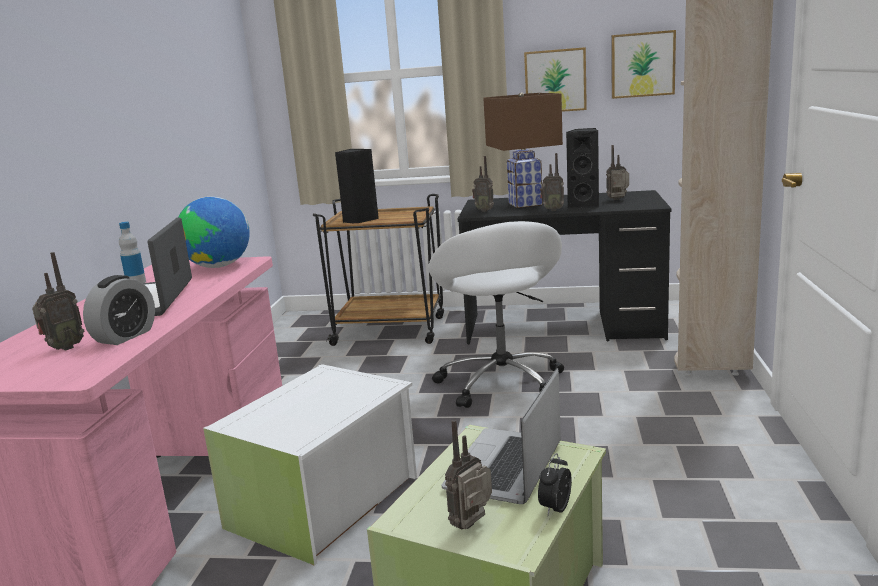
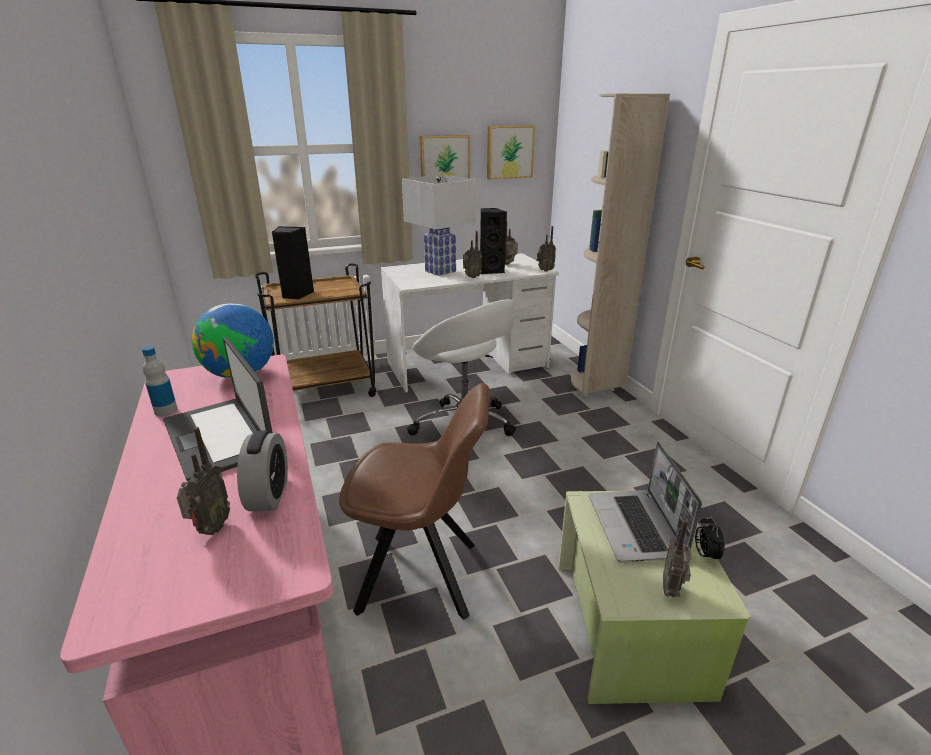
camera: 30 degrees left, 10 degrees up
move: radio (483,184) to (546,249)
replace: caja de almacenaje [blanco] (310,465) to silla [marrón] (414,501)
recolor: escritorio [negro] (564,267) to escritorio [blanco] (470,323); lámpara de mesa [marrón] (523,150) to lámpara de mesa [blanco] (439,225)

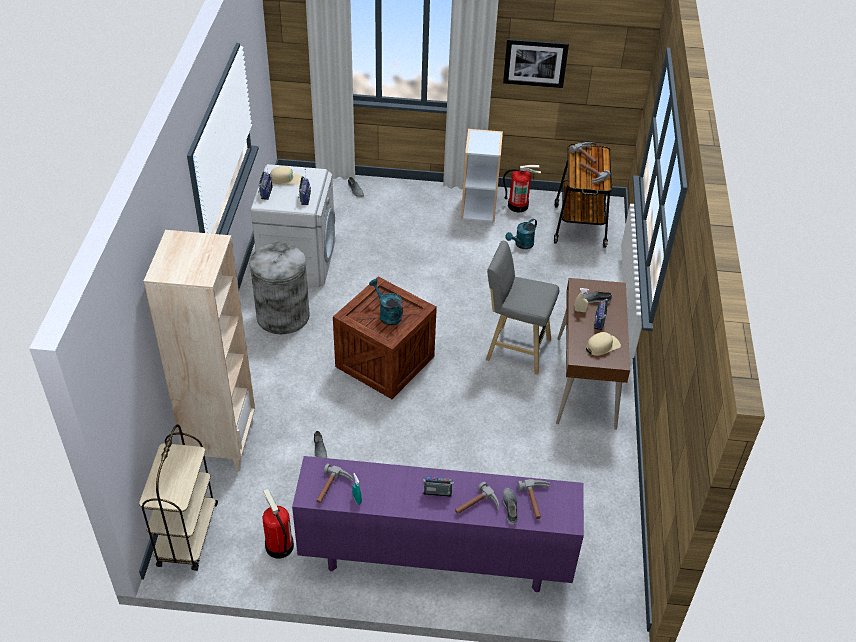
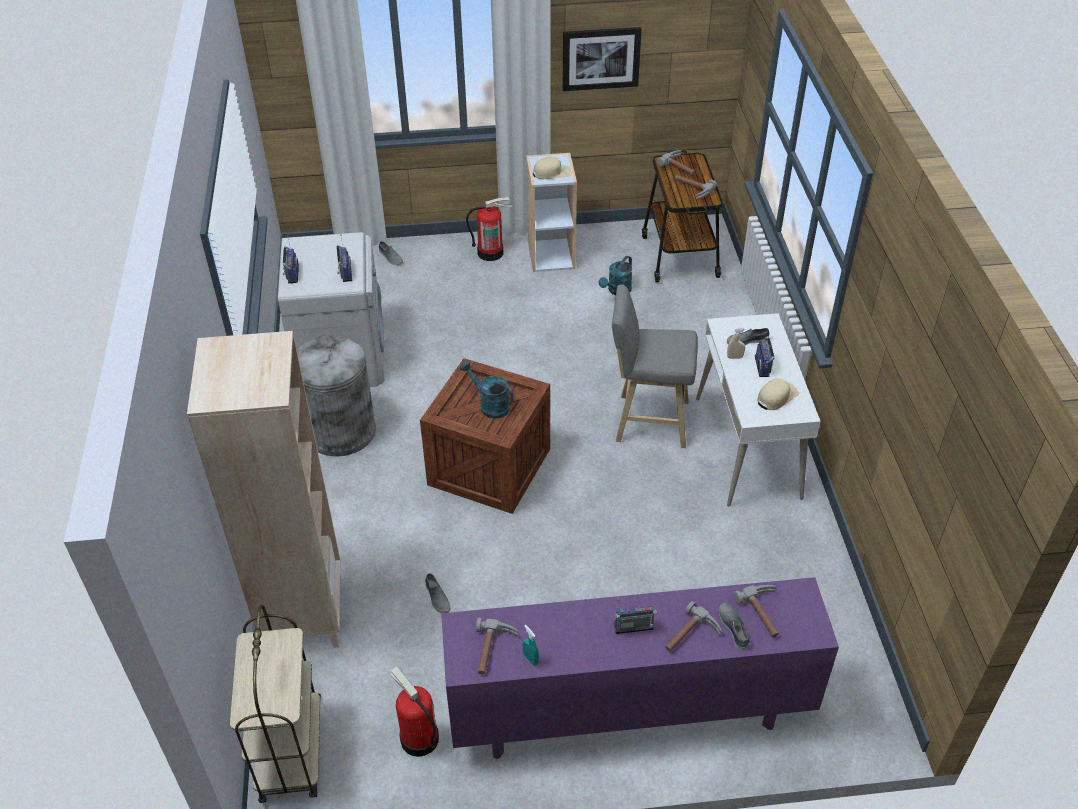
camera: 10 degrees left, 0 degrees up
move: gorra [beis] (286,175) to (552,168); extintor (522,188) to (489,229)
recolor: escritorio [marrón] (593,354) to escritorio [blanco] (758,410)

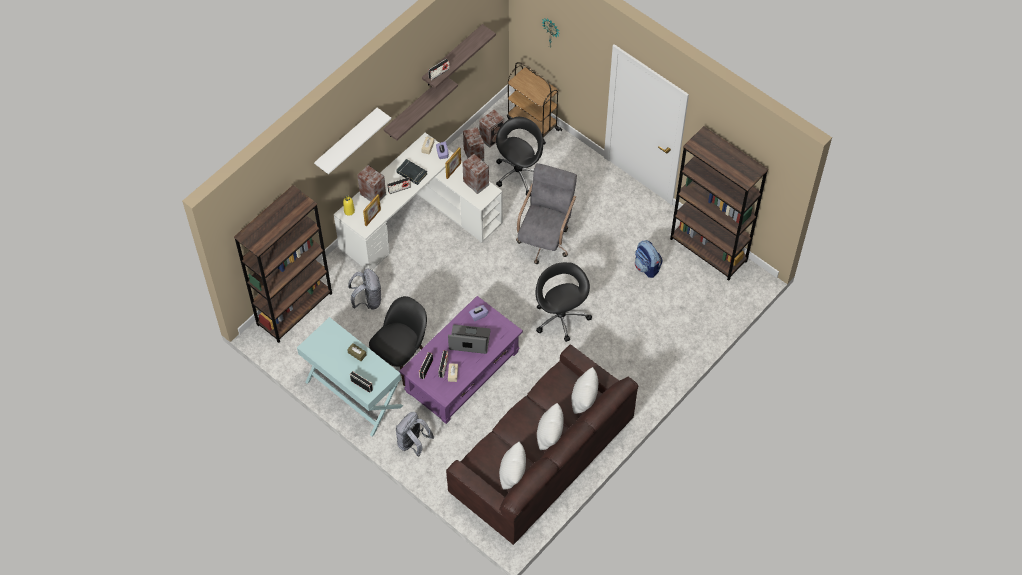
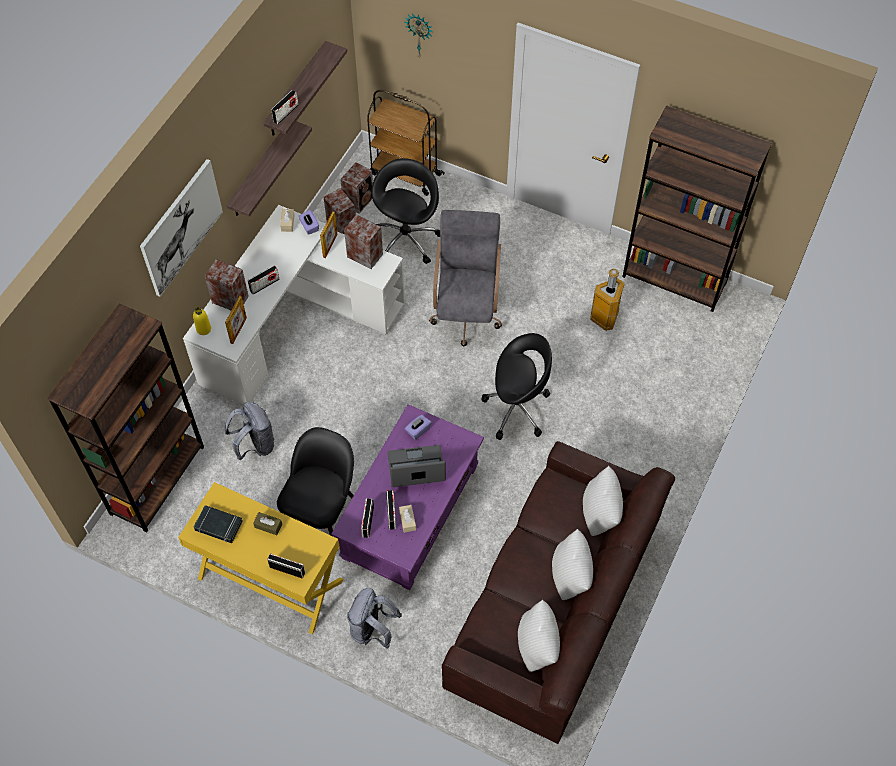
camera: 15 degrees left, 0 degrees up
move: libro [negro] (411,172) to (218,524)
replace: estante [blanco] (352,141) to cuadro (181,228); mochila (649,259) to papelera (607,300)
recolor: escritorio [turquesa] (350,376) to escritorio [amarillo] (261,558)
rotate: silla de oficina [negro] (563,302) = (516,386) 135 degrees clockwise

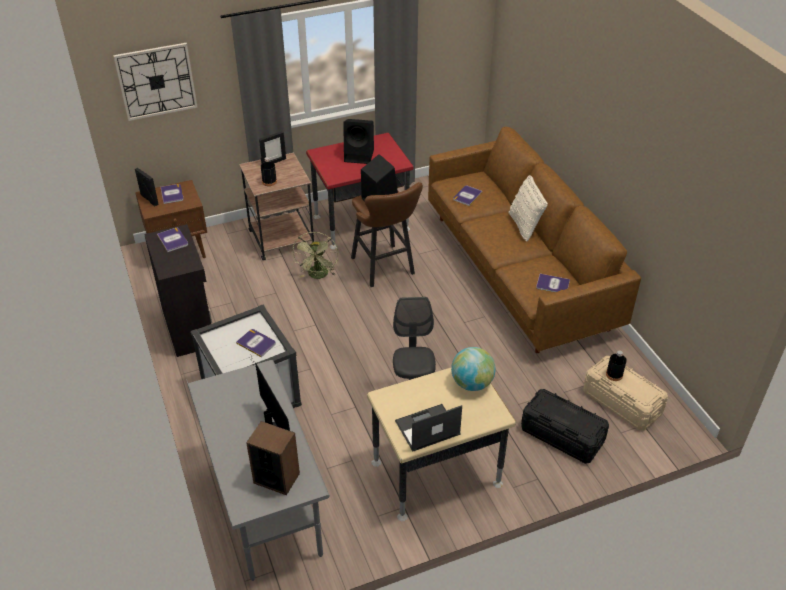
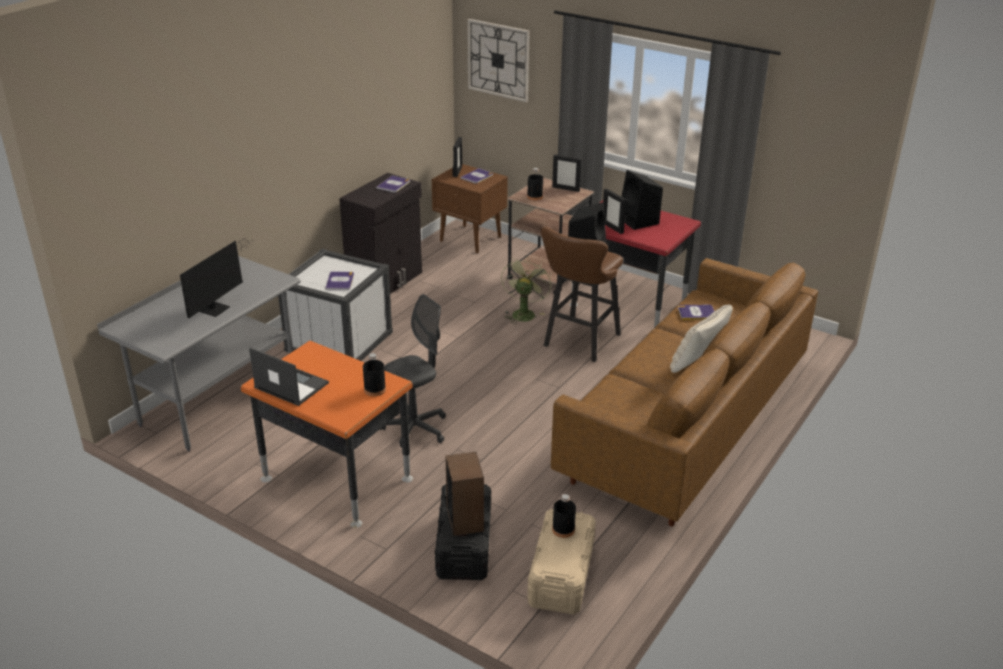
camera: 55 degrees right, 10 degrees down
delete: libro (553,283)
insert: portarretratos (615,211)
move: altavoz (273,458) to (464,494)
replace: globo terráqueo (473,369) to botella [negro] (374,374)
recolor: escritorio [beis] (441,444) to escritorio [naranja] (327,434)
rotate: ventilador [verde] (316,255) = (526,290) 135 degrees clockwise

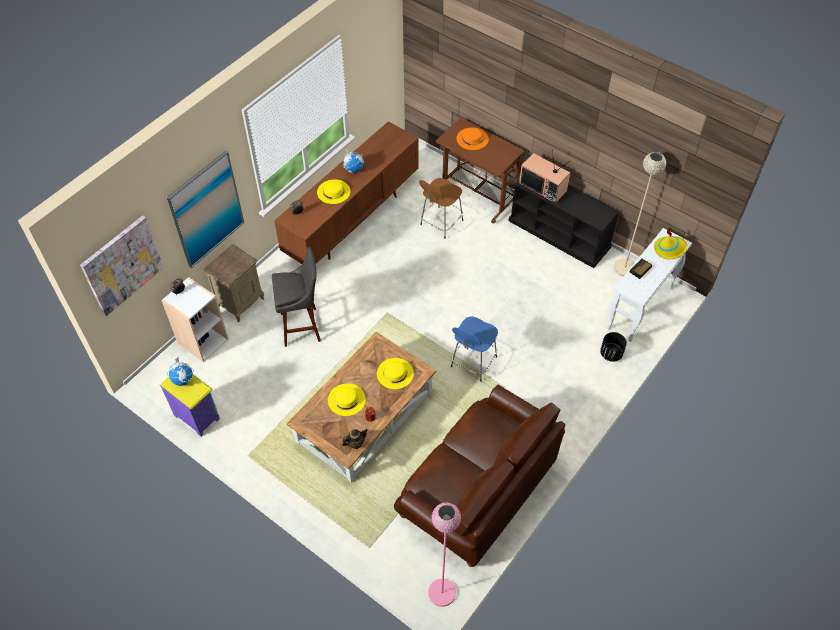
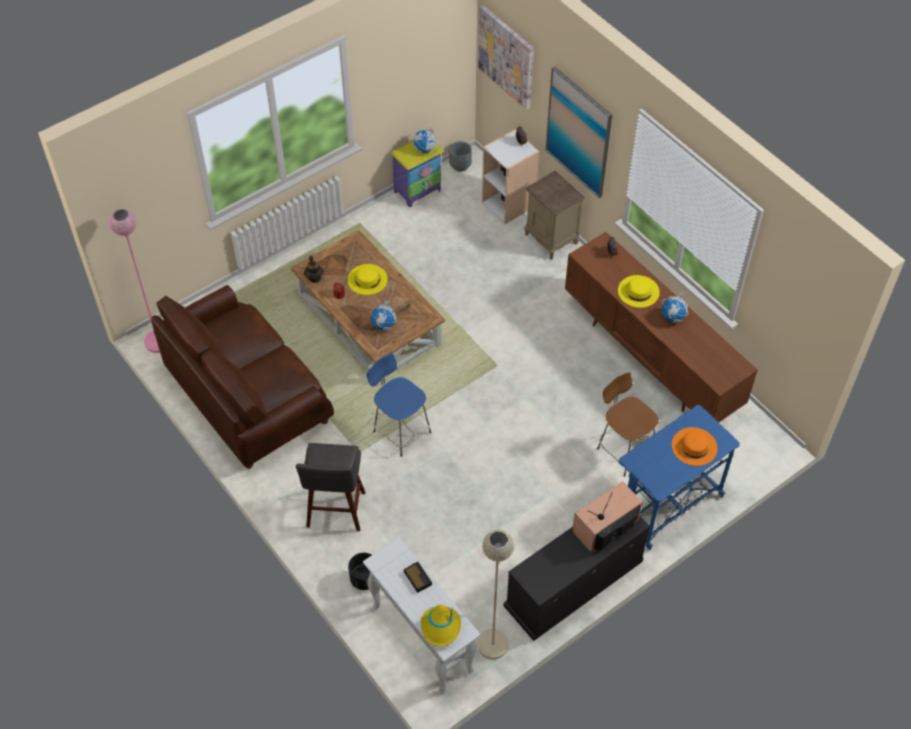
camera: 105 degrees right, 0 degrees up
insert: maceta [gris] (460,156)
move: taburete [gris] (296,297) to (330,487)
replace: sombrero [amarillo] (395,373) to globo terráqueo (384,315)
recolor: escritorio [marrón] (480,170) to escritorio [azul] (679,477)

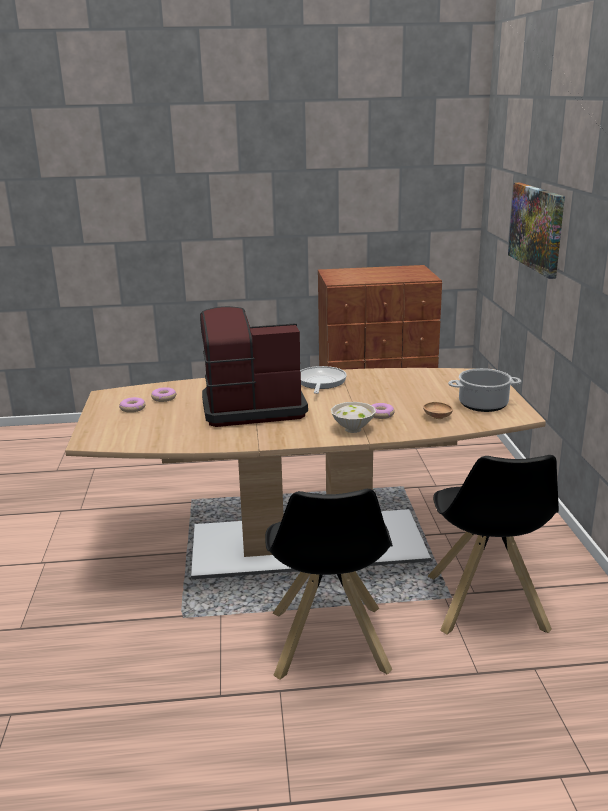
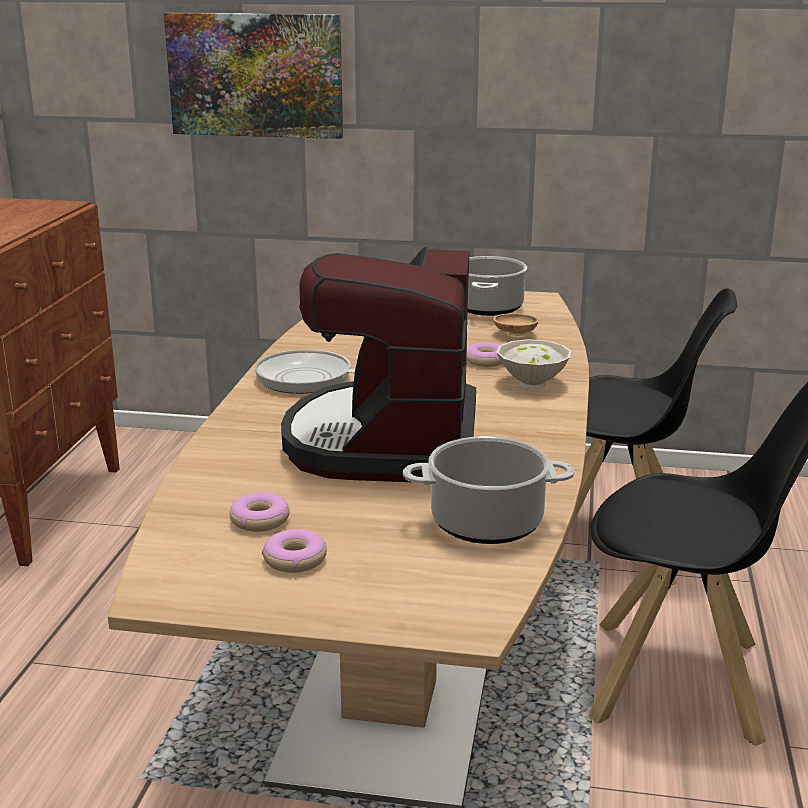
camera: 75 degrees left, 0 degrees up
insert: olla (488,490)

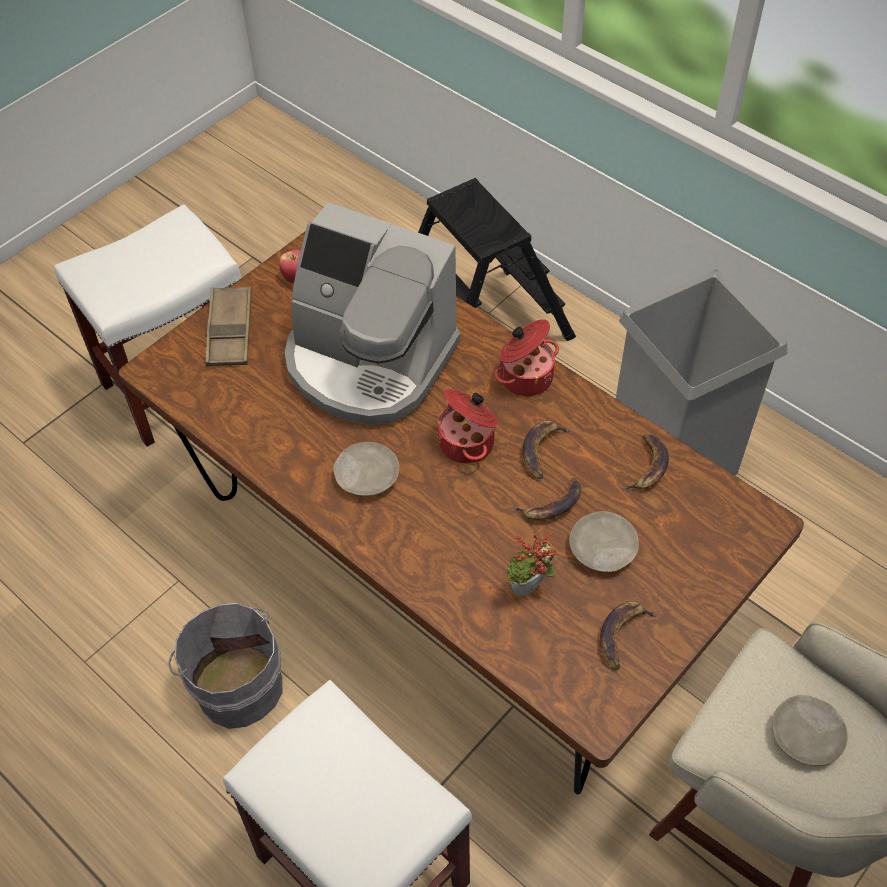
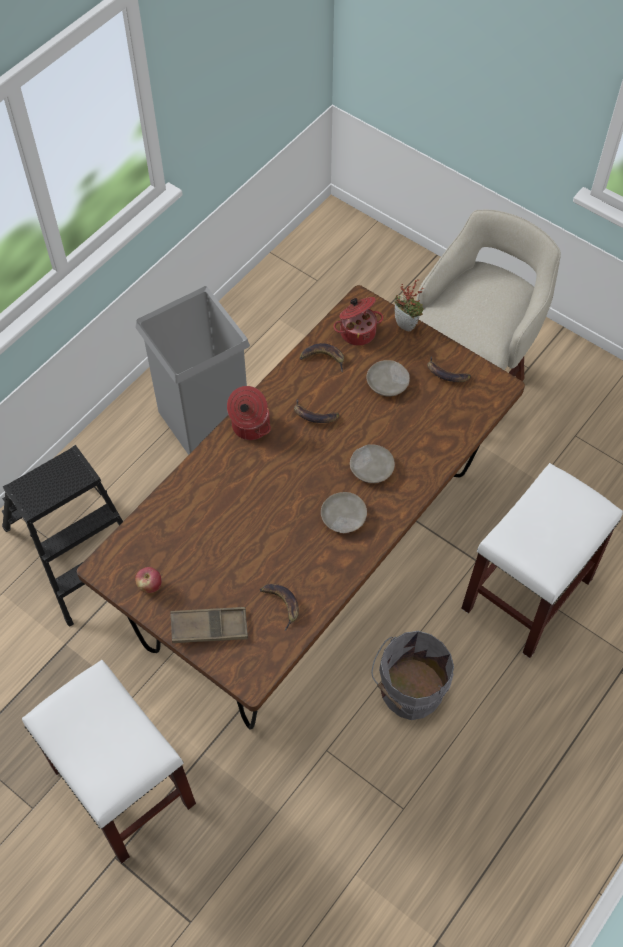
camera: 95 degrees left, 5 degrees up
delete: cafetera (372,313)
move: olla (467,426) to (358,321); planta en maceta (531,564) to (409,305); plátano (547,499) to (279,607); plato [beis] (810,730) to (372,463)

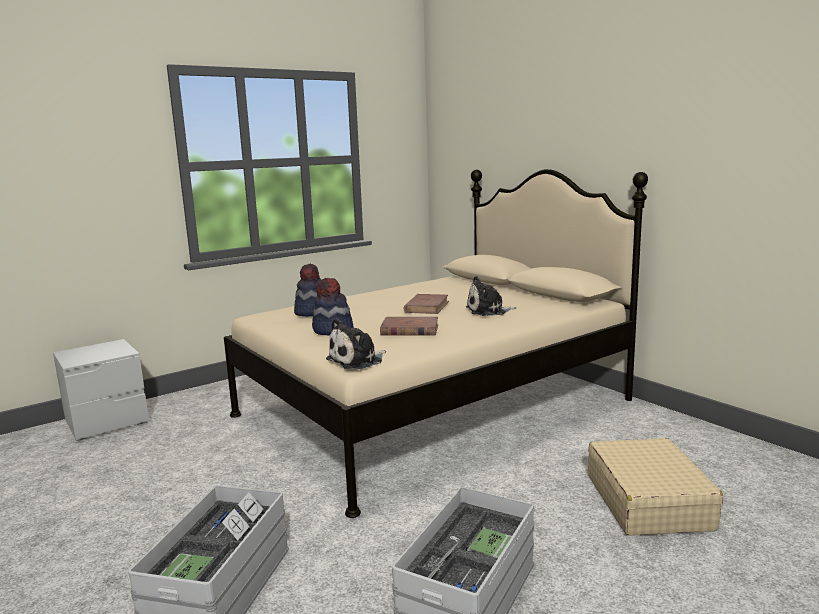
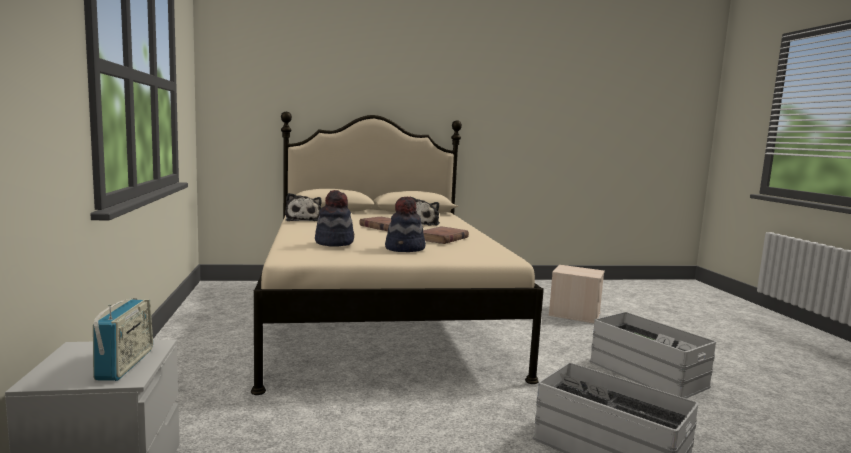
camera: 65 degrees left, 5 degrees down
insert: radio (123,339)
move: peluche (356,343) to (303,207)
replace: maleta [beis] (655,486) to caja de almacenaje [beis] (577,294)

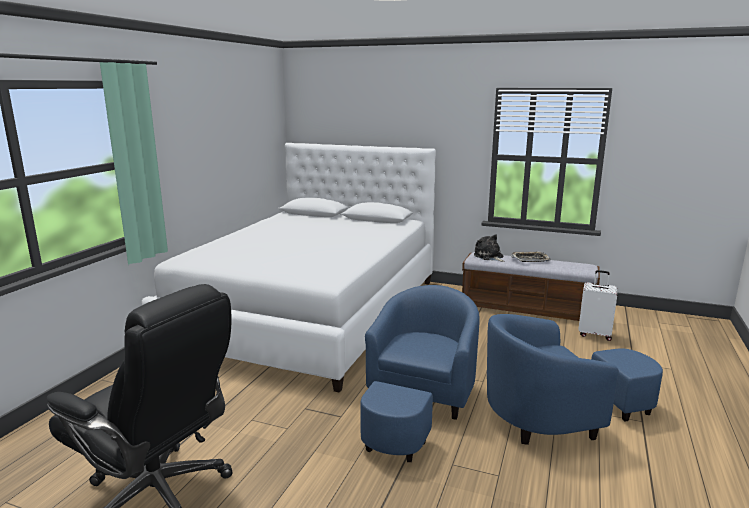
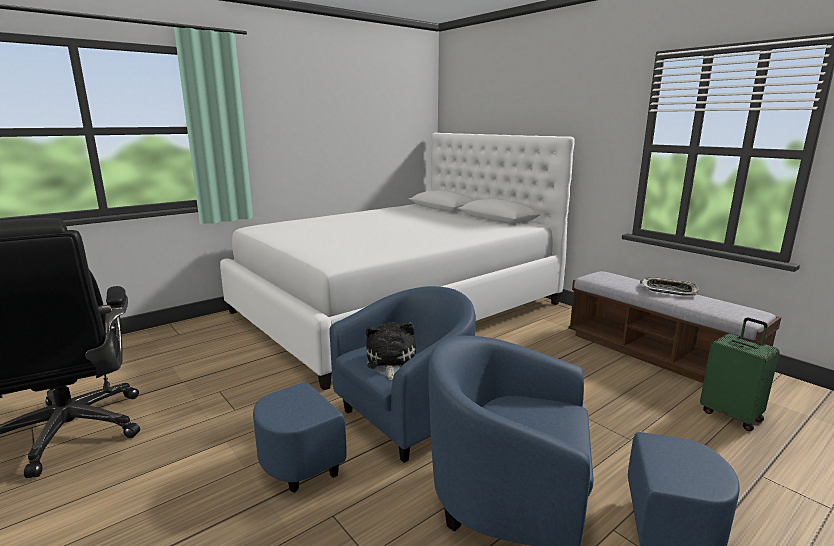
camera: 30 degrees right, 0 degrees up
move: peluche (489,248) to (391,351)
recolor: maleta [blanco] (597,305) to maleta [verde] (740,374)

